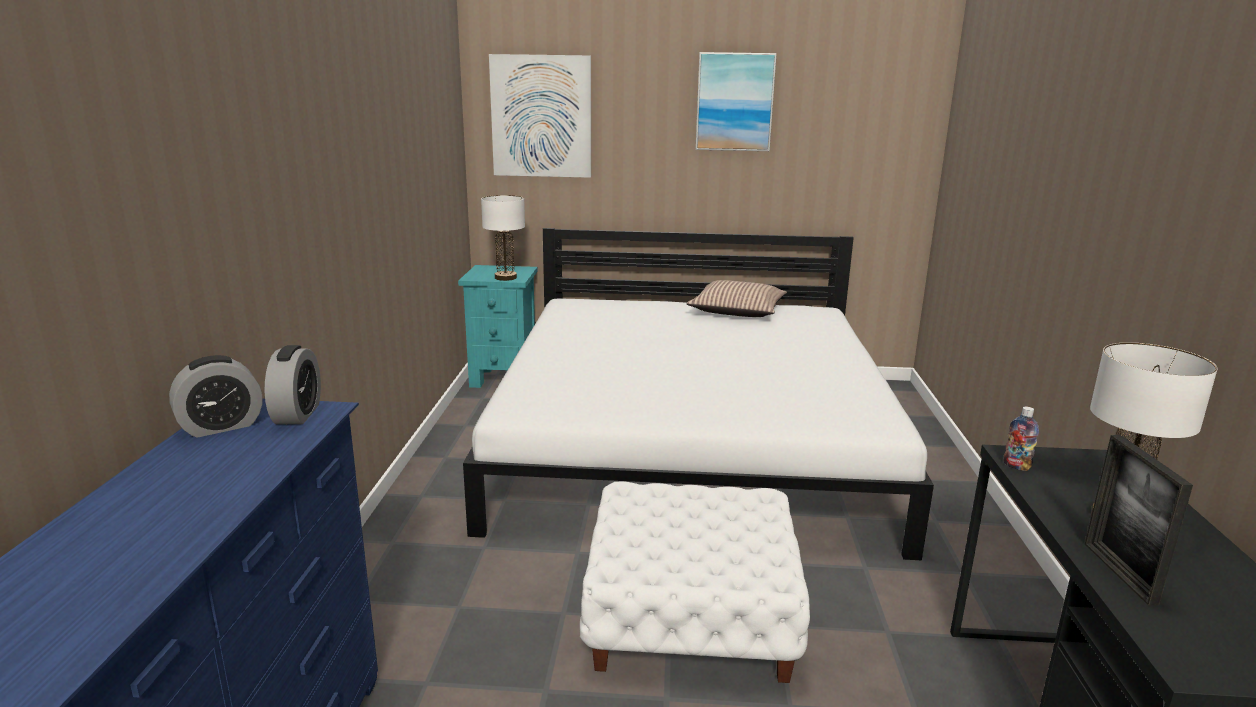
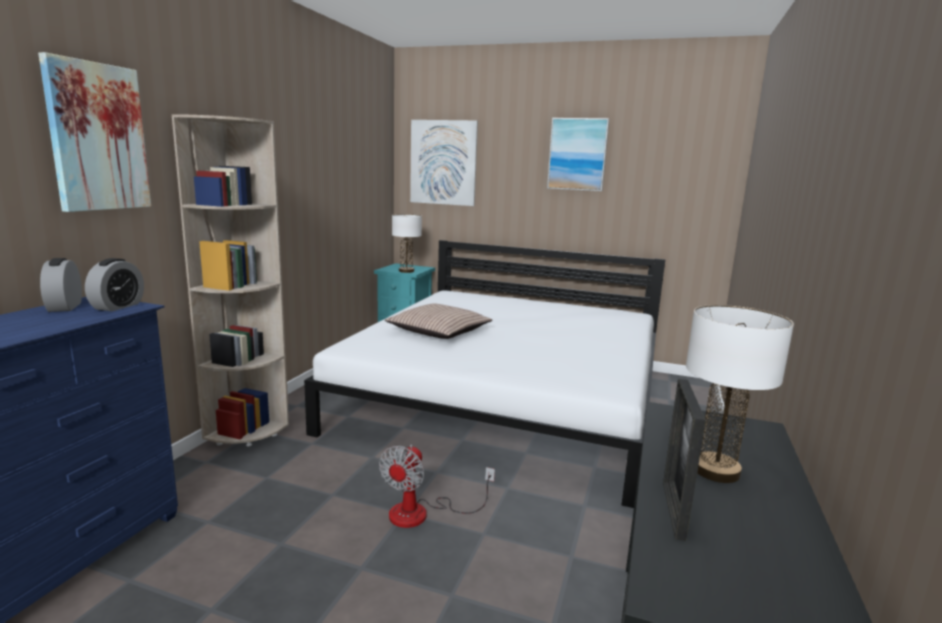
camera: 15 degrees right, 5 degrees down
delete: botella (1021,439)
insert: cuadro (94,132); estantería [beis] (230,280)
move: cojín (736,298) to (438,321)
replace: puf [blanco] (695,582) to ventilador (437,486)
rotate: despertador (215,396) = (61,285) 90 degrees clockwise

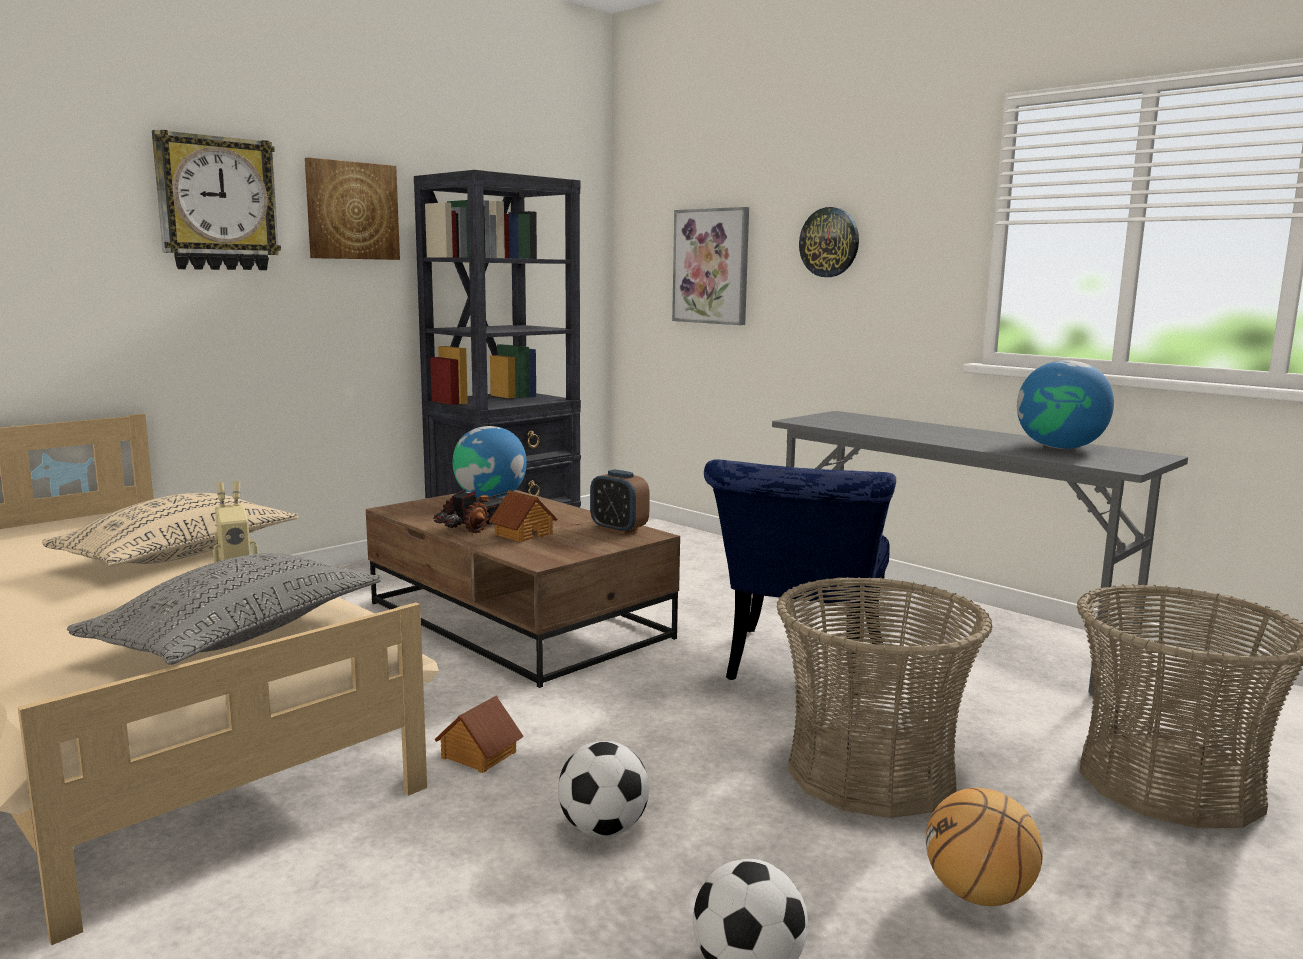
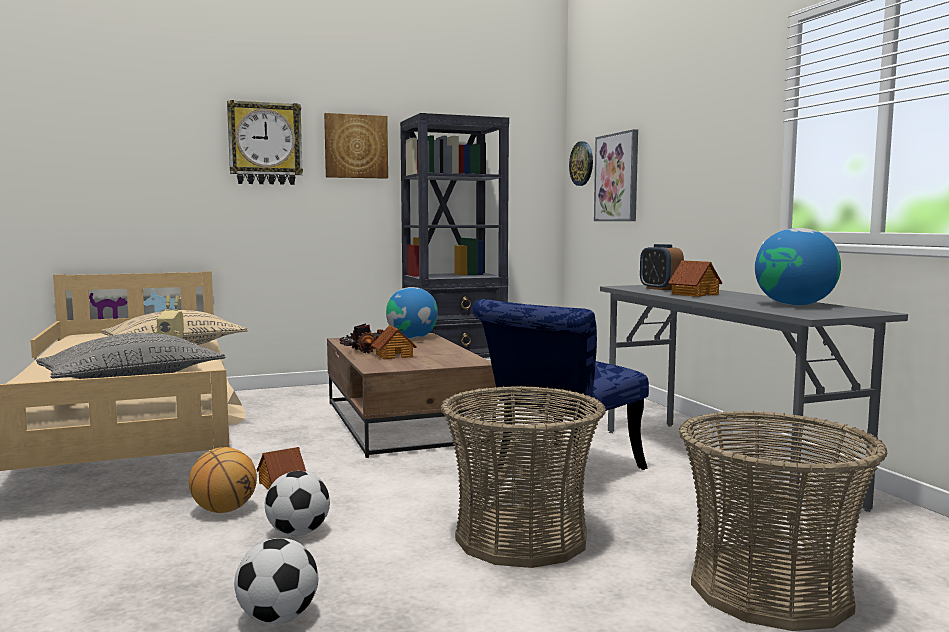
camera: 25 degrees right, 5 degrees down
insert: casita (695,278)
move: despertador (620,501) to (662,267); reloj de pared (829,242) to (581,163); balón de baloncesto (984,847) to (223,480)

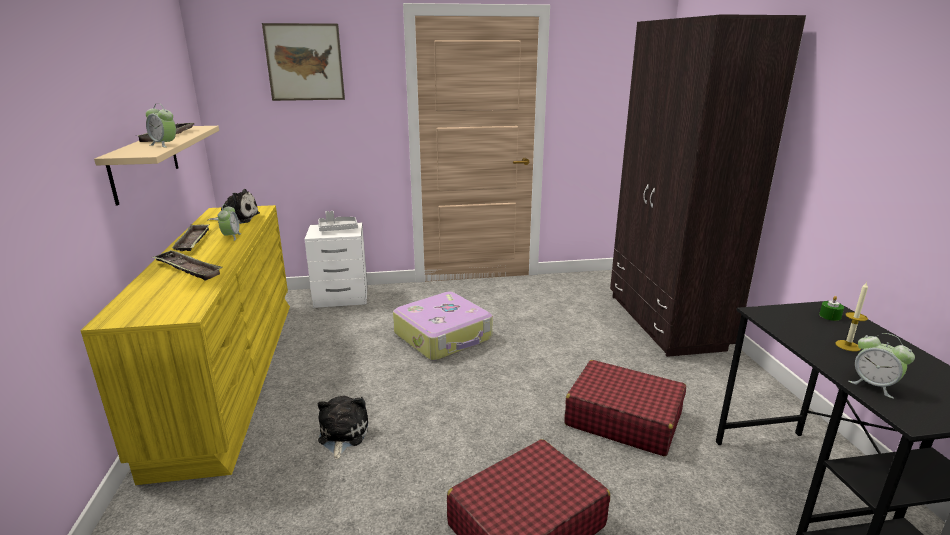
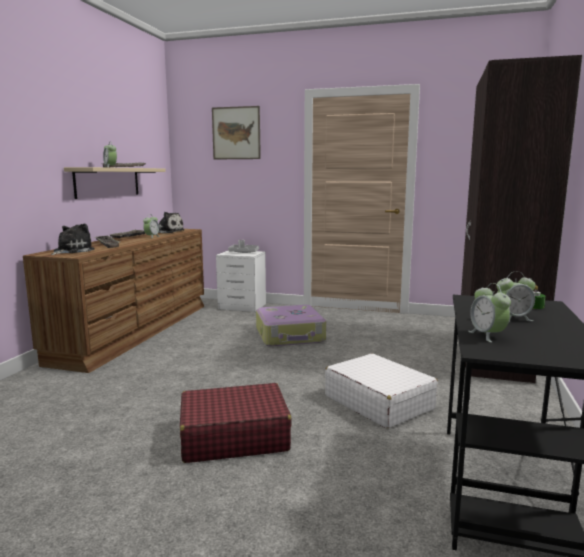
camera: 25 degrees right, 10 degrees down
move: peluche (343,428) to (73,239)
replace: vela (851,317) to despertador (515,297)
recolor: cómoda [amarillo] (185,345) to cómoda [marrón] (114,301); maleta [rojo] (625,408) to maleta [blanco] (381,391)

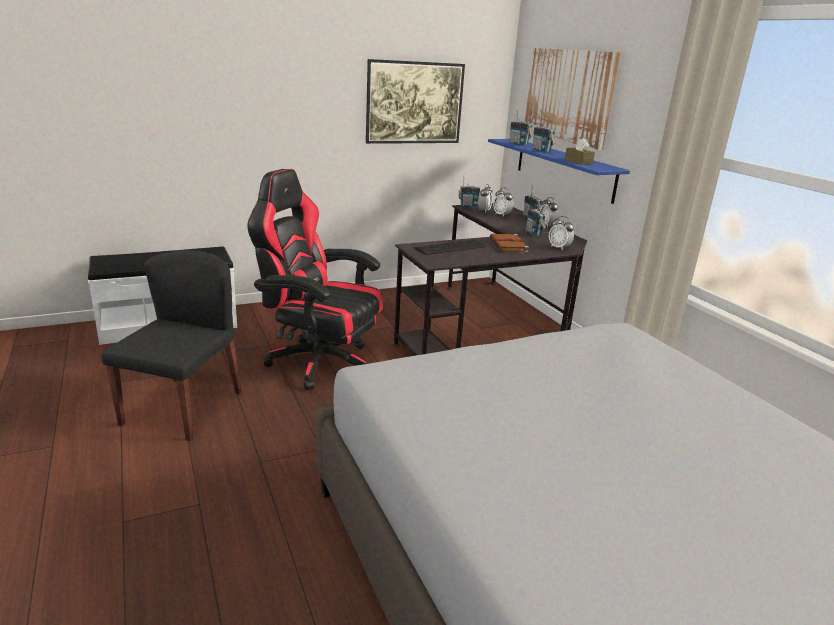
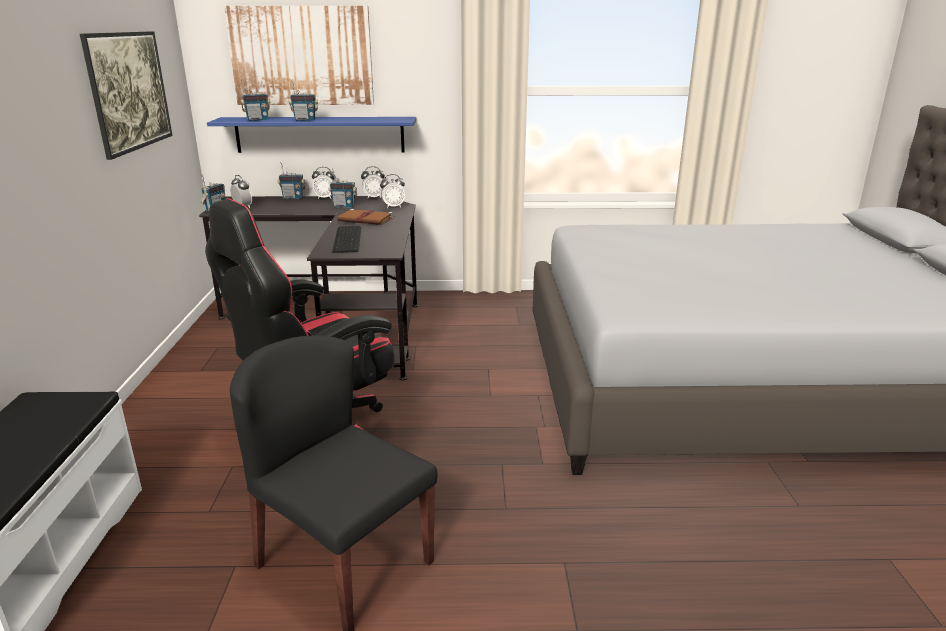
camera: 65 degrees left, 0 degrees up
delete: caja de pañuelos [marrón] (580,151)
move: despertador (503,202) to (373,182)

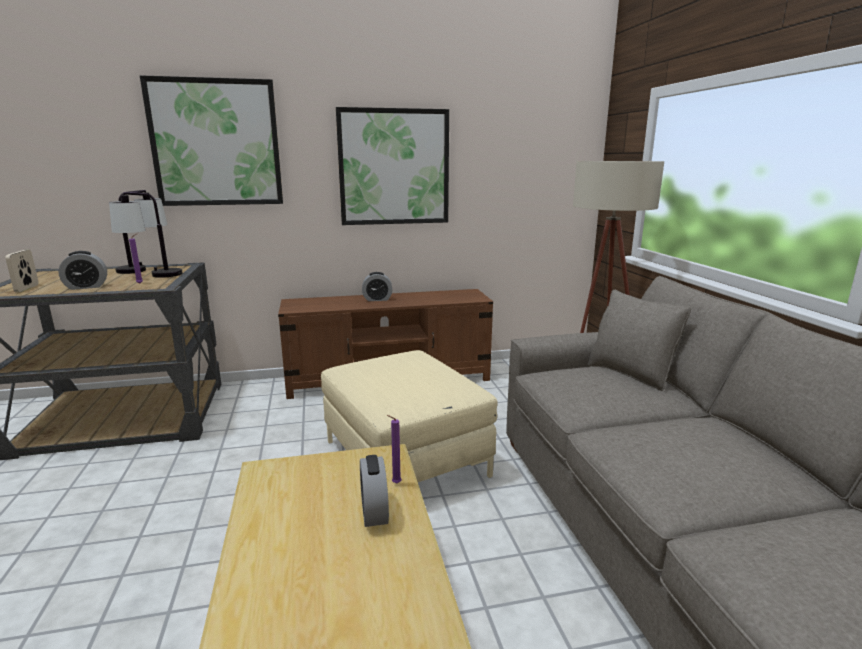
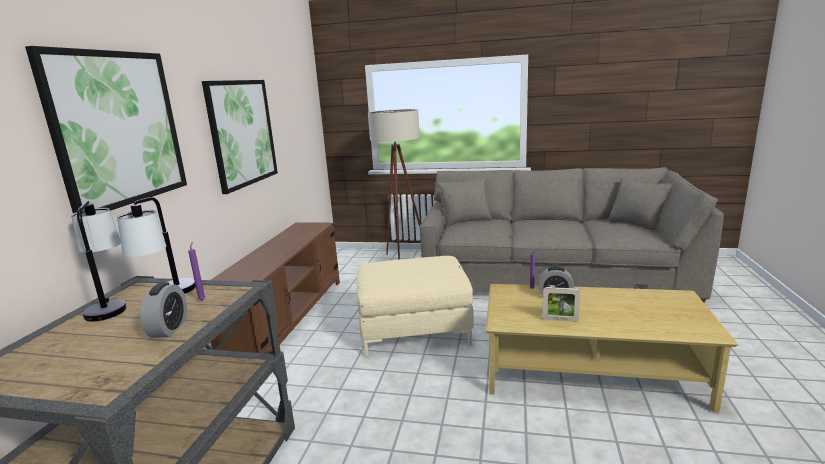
camera: 65 degrees left, 0 degrees up
delete: despertador (377,286)
move: portarretratos (22,271) to (561,304)

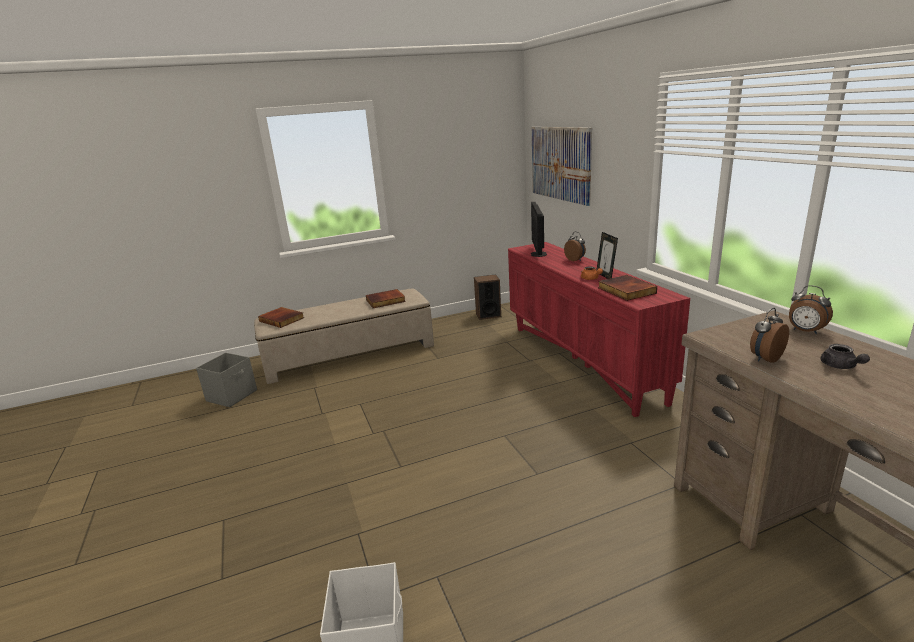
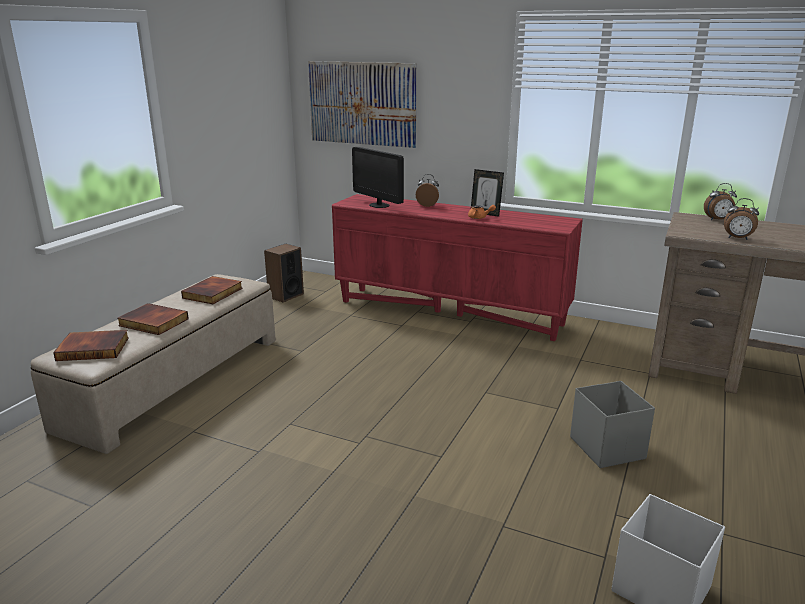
camera: 45 degrees left, 0 degrees up
delete: tetera [gris] (845,356)
move: caja de almacenaje [gris] (226,380) to (612,424); libro (627,288) to (153,319)
rotate: despertador (769,335) = (741,219) 75 degrees counterclockwise

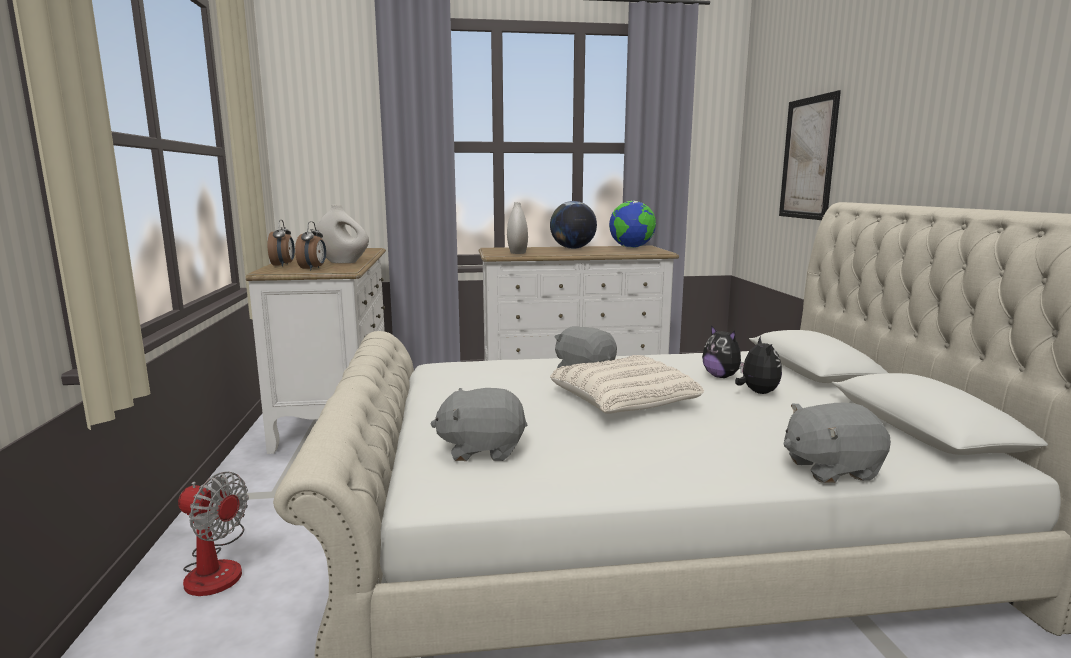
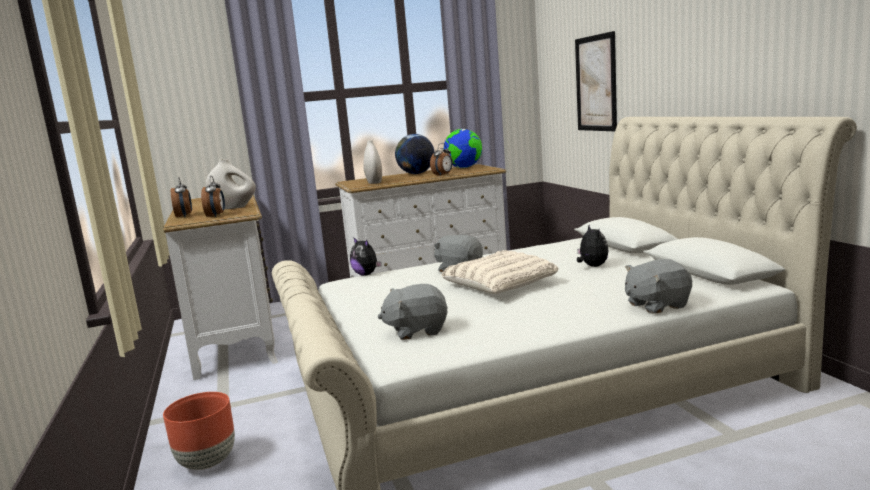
camera: 10 degrees left, 0 degrees up
insert: despertador (441,159)
move: peluche (723,351) to (366,256)
replace: ventilador (213,534) to maceta [marrón] (199,431)

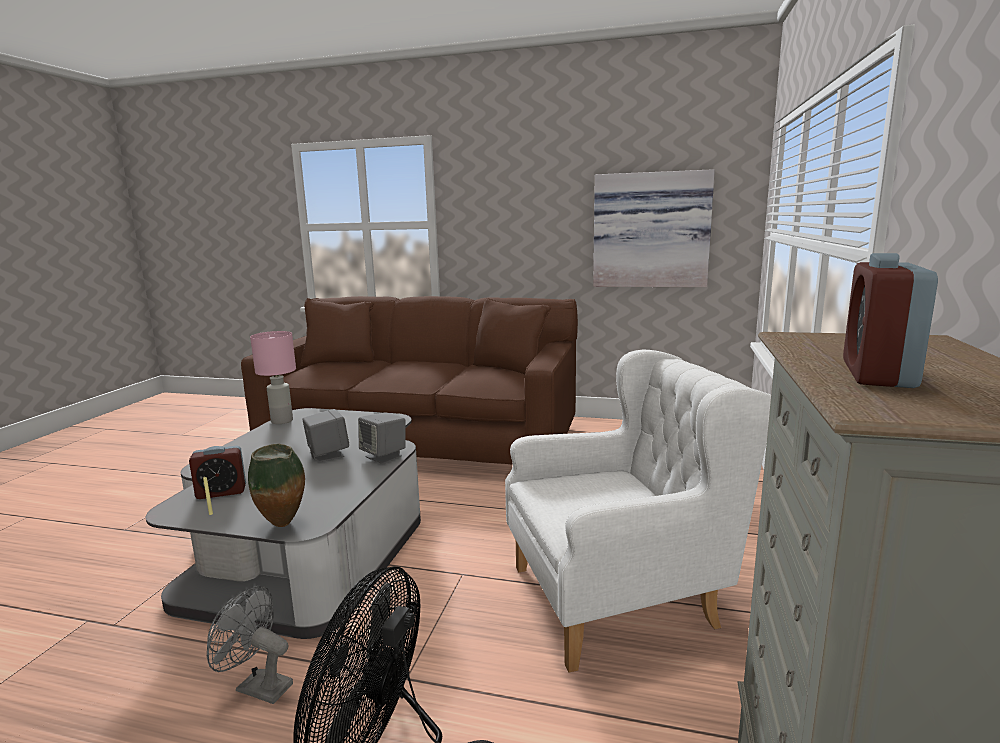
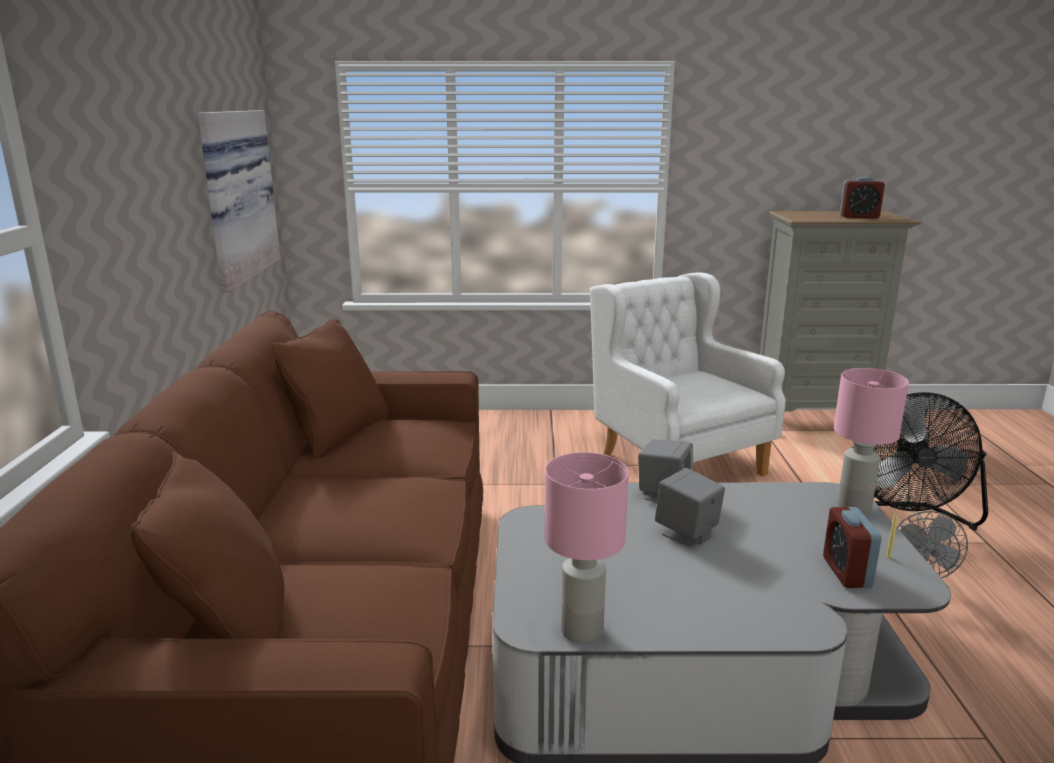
camera: 105 degrees left, 5 degrees up
replace: florero (276,485) to lámpara de mesa [rosa] (871,441)
rotate: despertador (217,472) = (852,547) 150 degrees counterclockwise

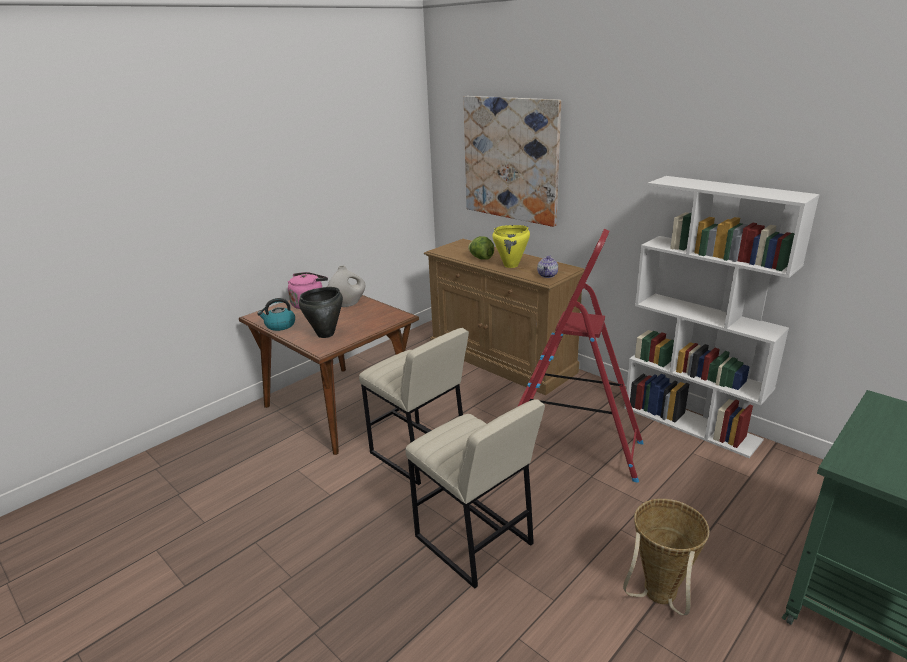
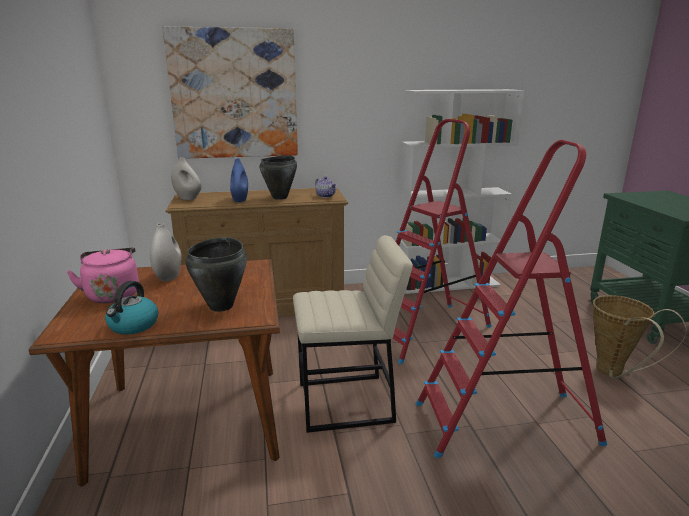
camera: 55 degrees left, 5 degrees down
insert: florero [blanco] (186,178)
replace: silla [beis] (475,494) to escalera de tijera [rojo] (511,299); lechuga (481,248) to florero [azul] (239,180)
recolor: olla [amarillo] (511,246) to olla [negro] (278,177)

